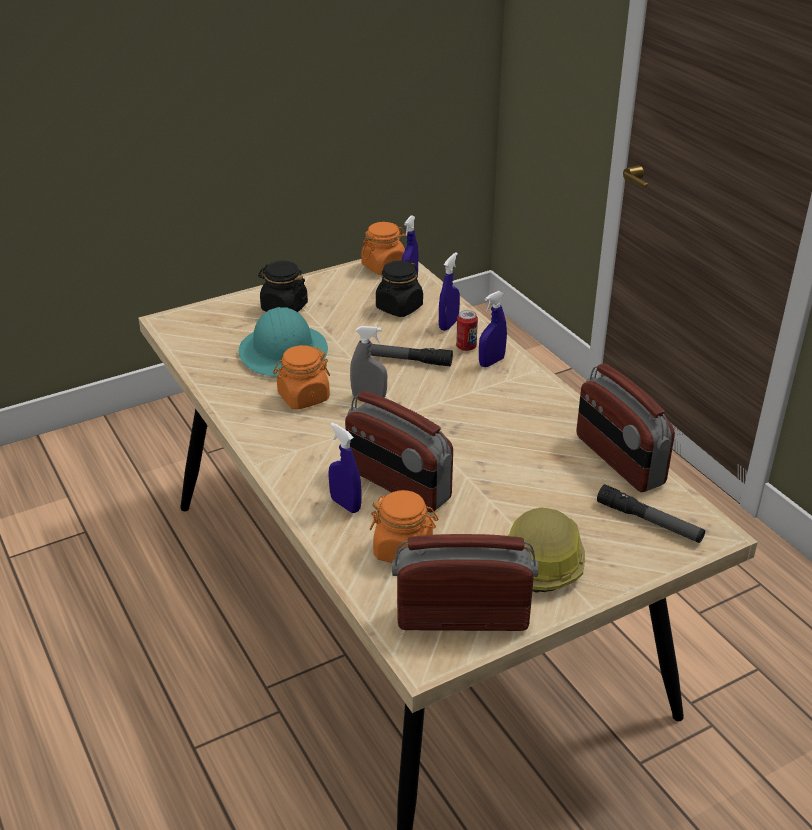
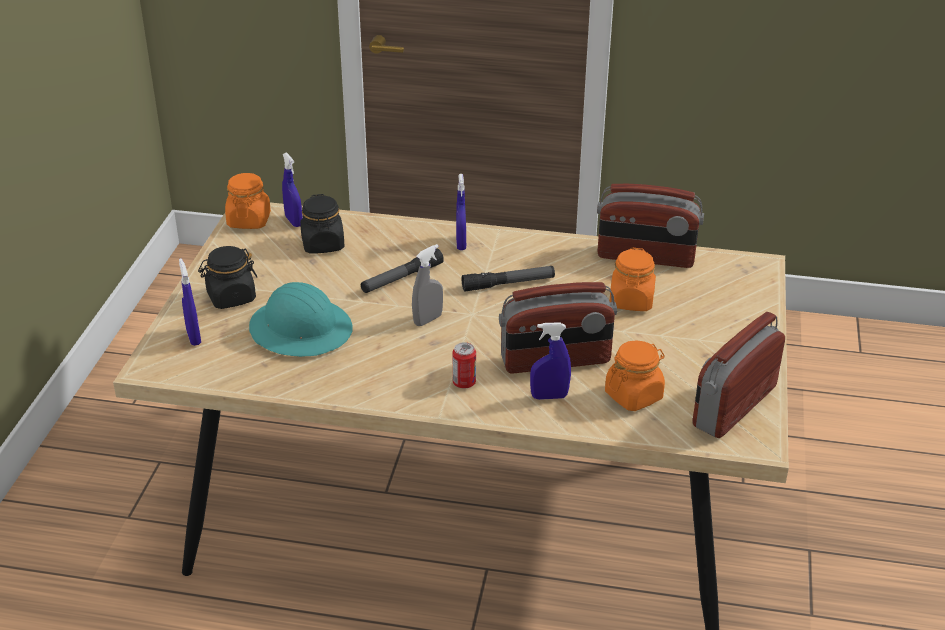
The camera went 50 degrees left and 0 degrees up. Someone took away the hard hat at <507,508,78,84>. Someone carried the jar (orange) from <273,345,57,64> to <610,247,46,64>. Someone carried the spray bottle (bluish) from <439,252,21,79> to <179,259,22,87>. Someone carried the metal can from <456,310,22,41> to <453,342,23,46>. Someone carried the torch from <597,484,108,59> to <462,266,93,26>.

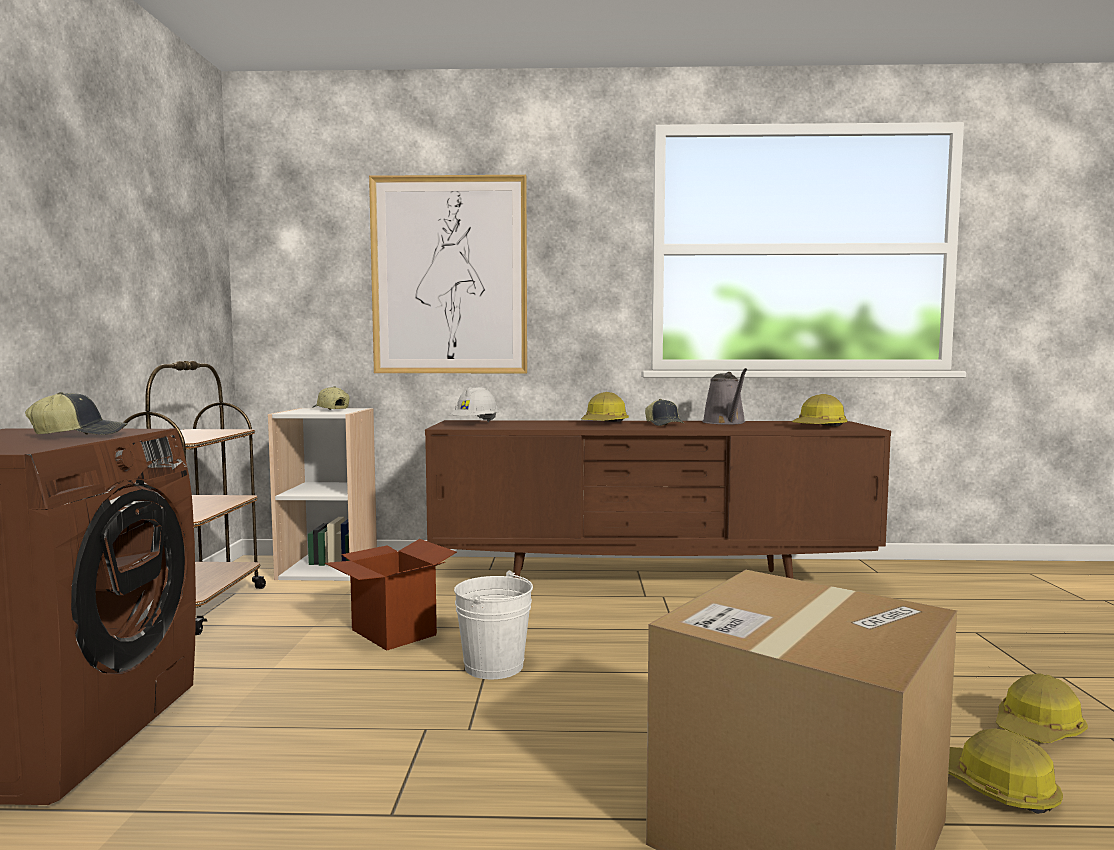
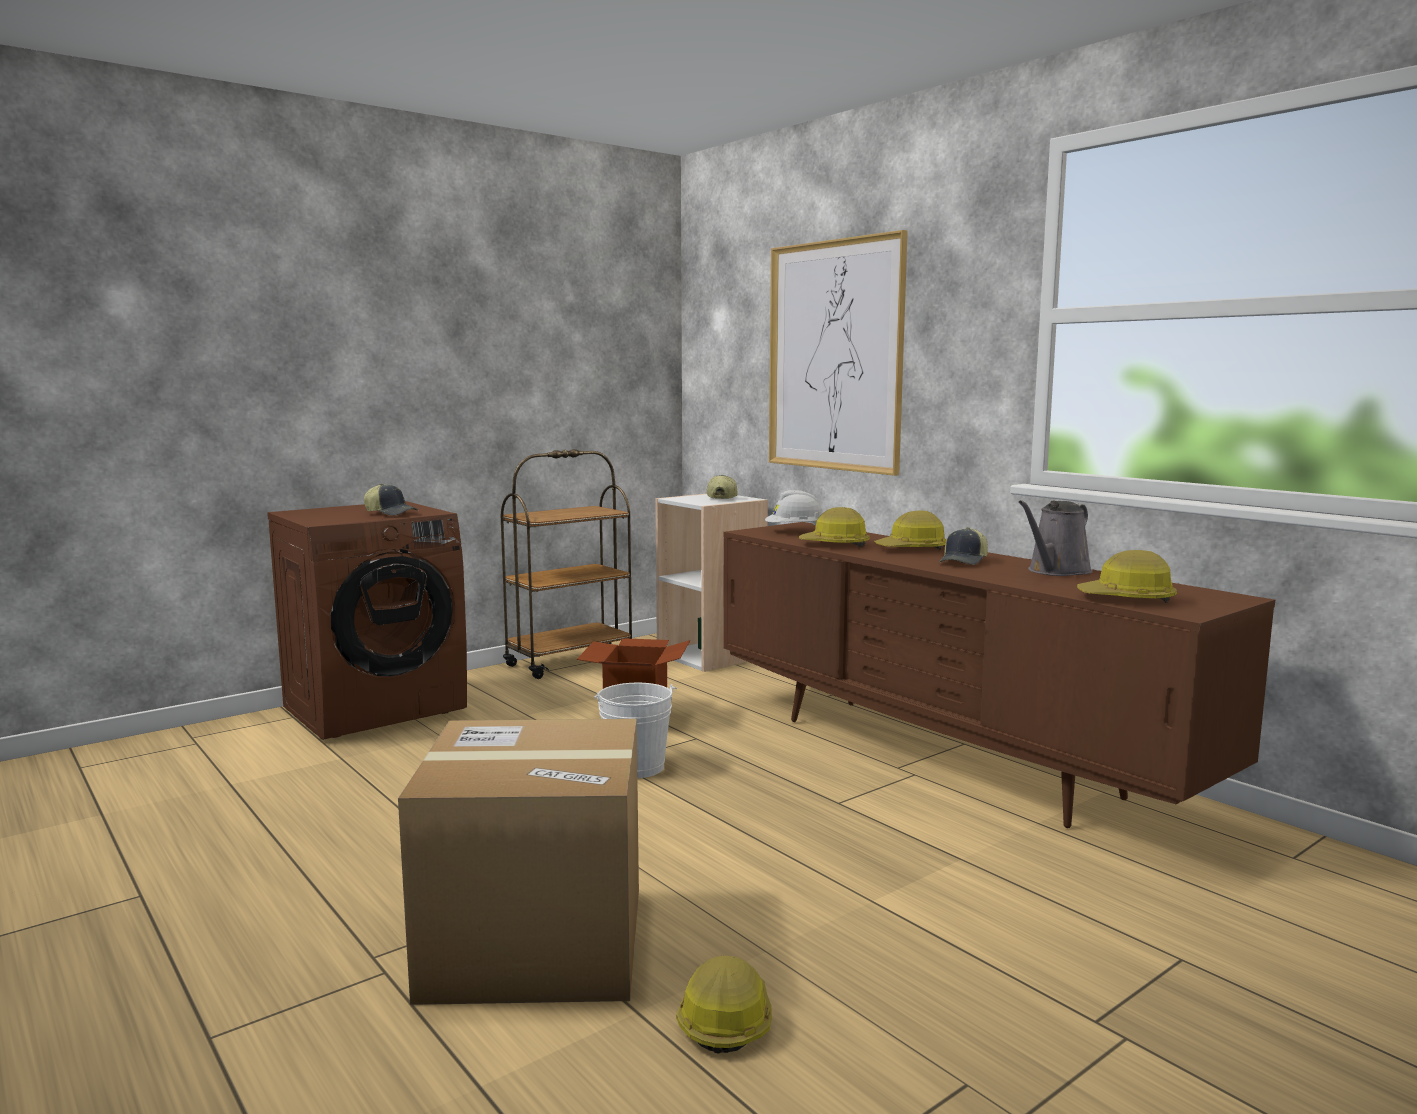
The camera went 50 degrees right and 5 degrees up. Someone carried the hard hat from <996,673,92,70> to <799,507,71,40>.

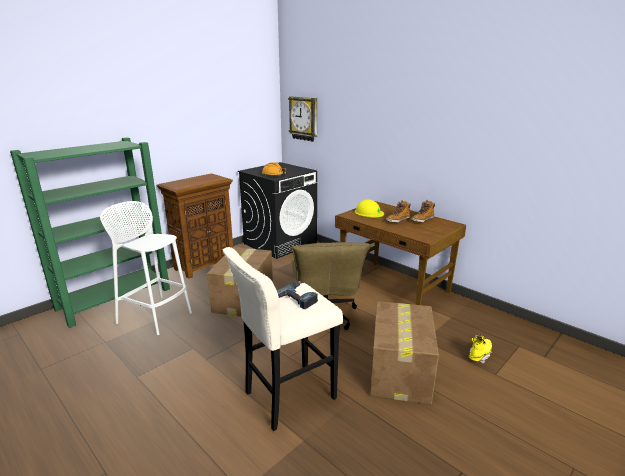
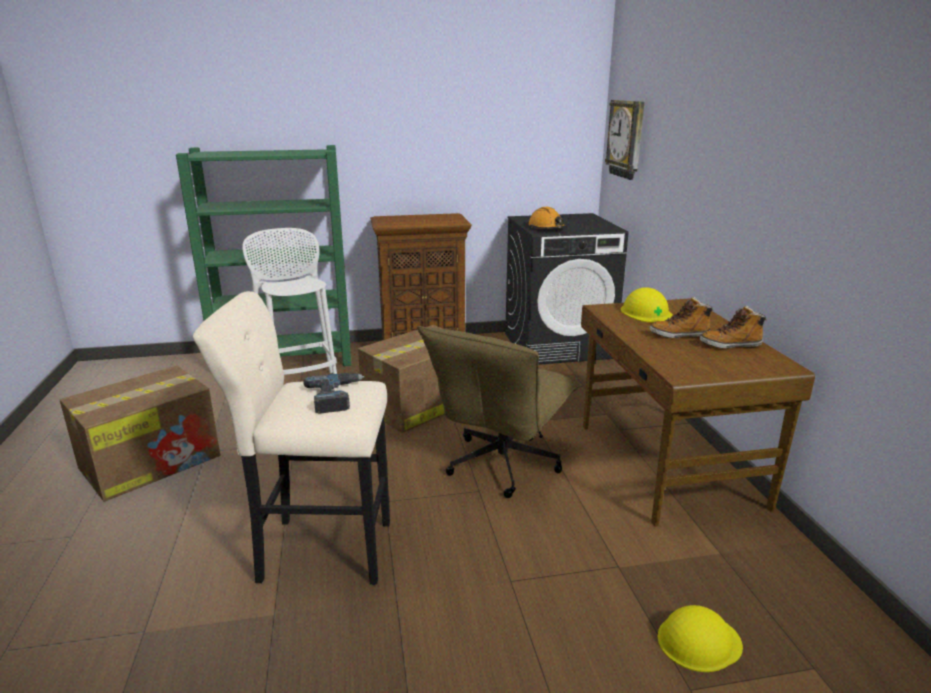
The camera went 35 degrees right and 0 degrees up. Someone carried the packing box from <370,301,69,103> to <60,366,160,136>. Someone swapped the boot (yellow-coloured) at <469,335,23,29> for the hard hat (yellow-coloured) at <657,605,86,67>.

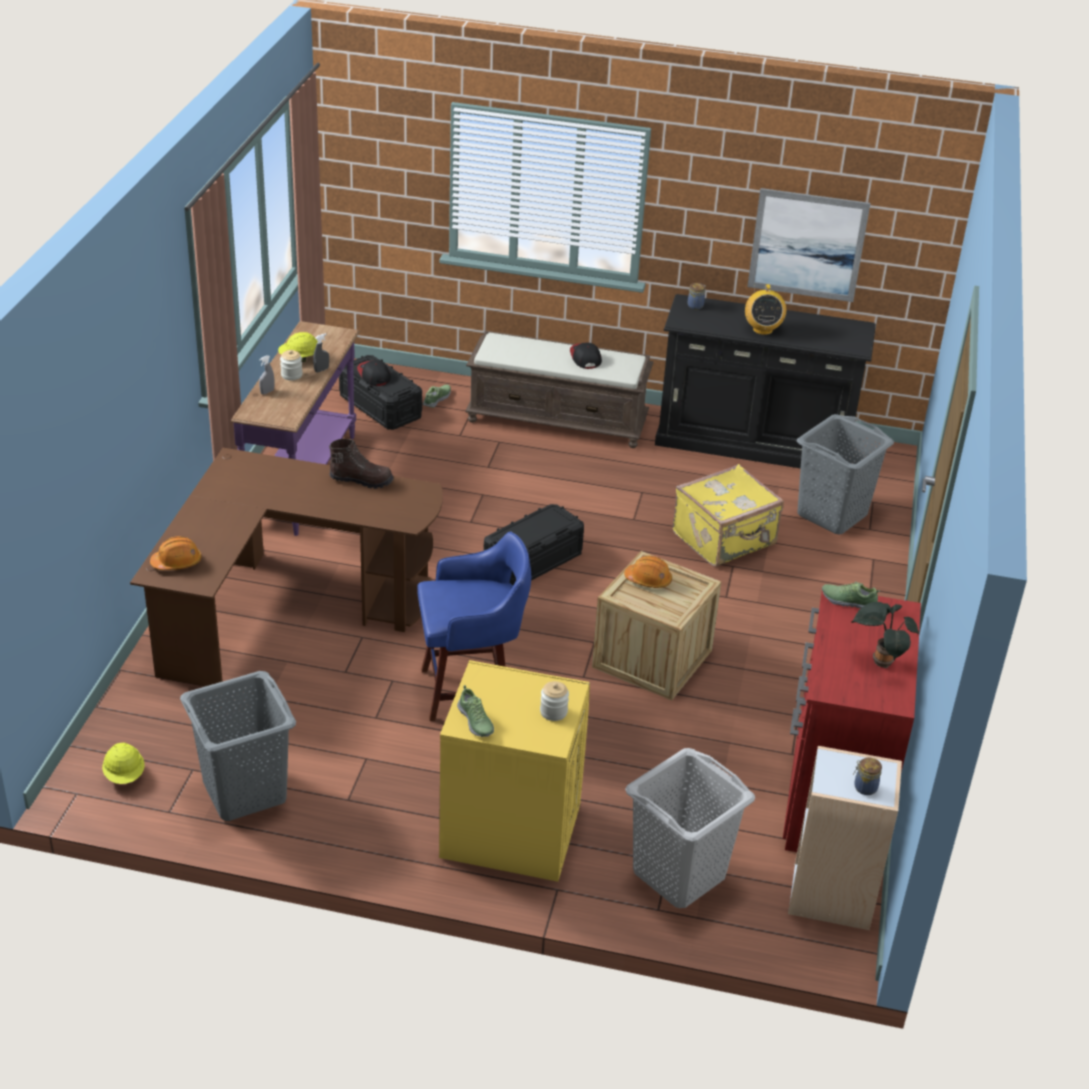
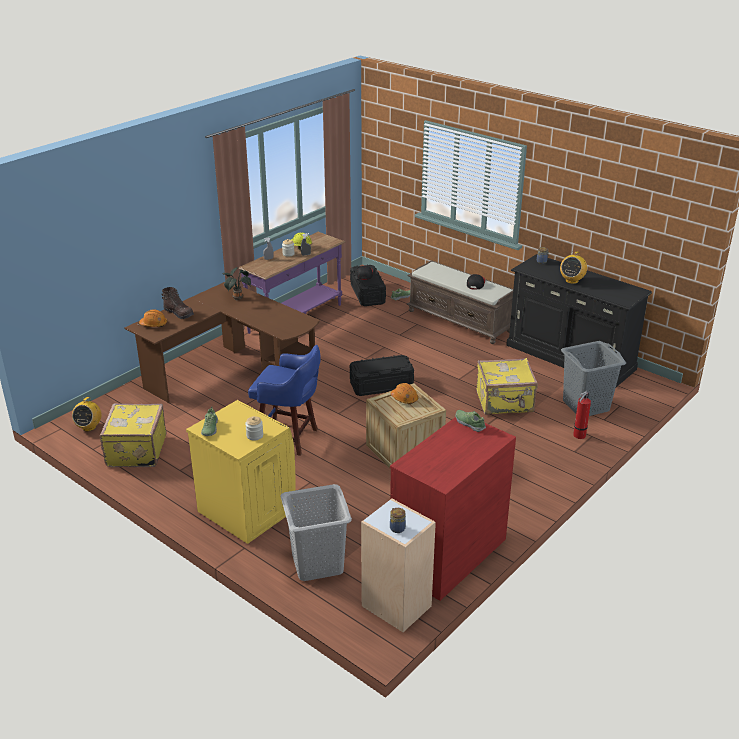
The camera went 30 degrees right and 5 degrees down. Someone took away the picture at <747,188,123,114>. Someone put down the fire extinguisher at <573,391,18,48>. Someone carried the boot (brown) from <329,439,65,50> to <162,287,32,32>. Someone carried the houseplant from <852,602,67,67> to <222,267,29,34>. Someone swapped the hard hat (yellow-coloured) at <102,743,43,41> for the radio set at <72,397,30,34>. Someone swapped the laundry basket (grey) at <180,671,116,150> for the piece of luggage (yellow-coloured) at <100,404,67,63>.

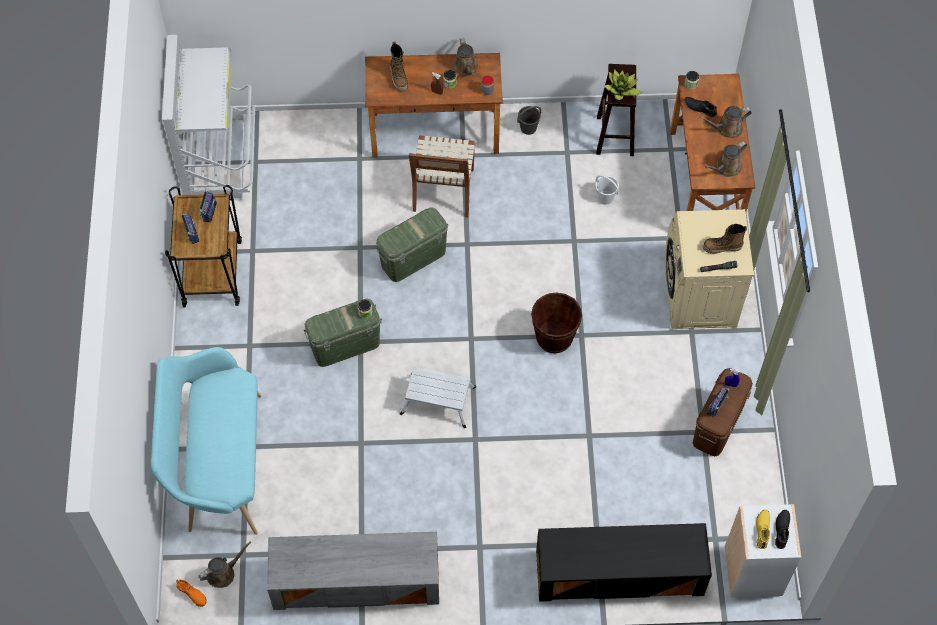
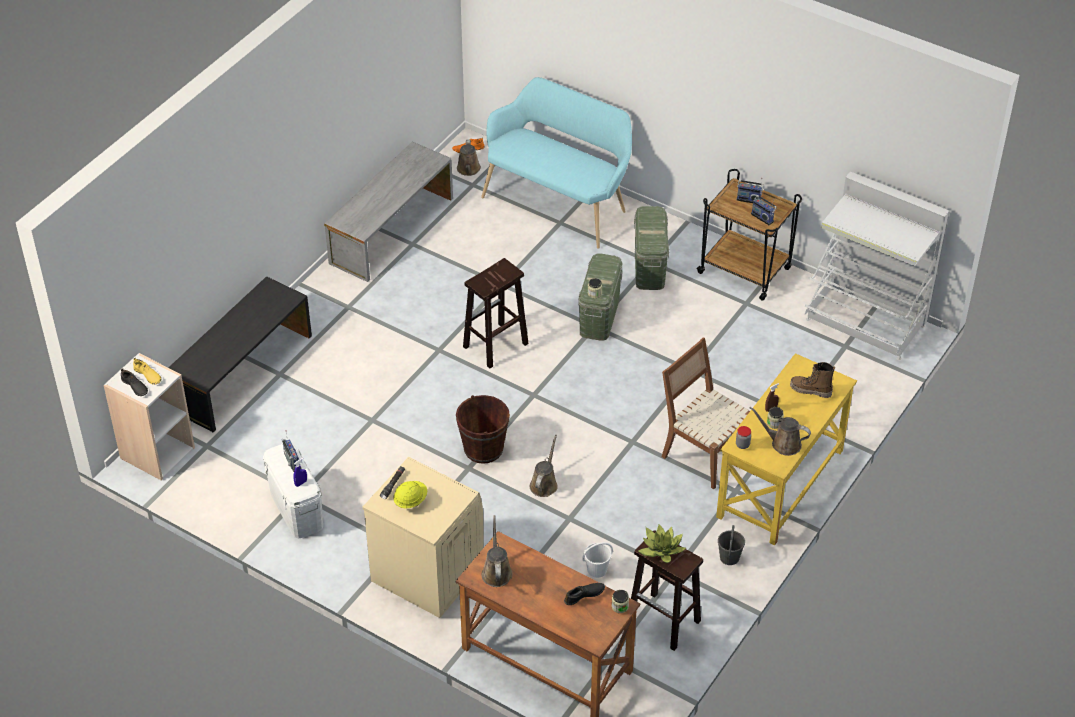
The camera went 125 degrees right and 15 degrees down. Someone carried the storage bin (green) from <376,207,73,75> to <634,206,35,84>. Someone carried the watering can (brown) from <699,106,53,32> to <530,435,28,62>. Someone swapped the stepladder (white-coloured) at <400,366,76,62> for the stool seat (brown) at <463,258,66,110>. Someone swapped the boot at <703,224,44,30> for the hard hat (yellow-coloured) at <393,481,34,27>. Someone repainted the desk table (brown) at <365,53,138,105>, which became the desk table (yellow-coloured) at <716,353,141,193>. Someone repainted the storage bin (brown) at <693,368,60,88>, which became the storage bin (white-coloured) at <263,443,60,95>.

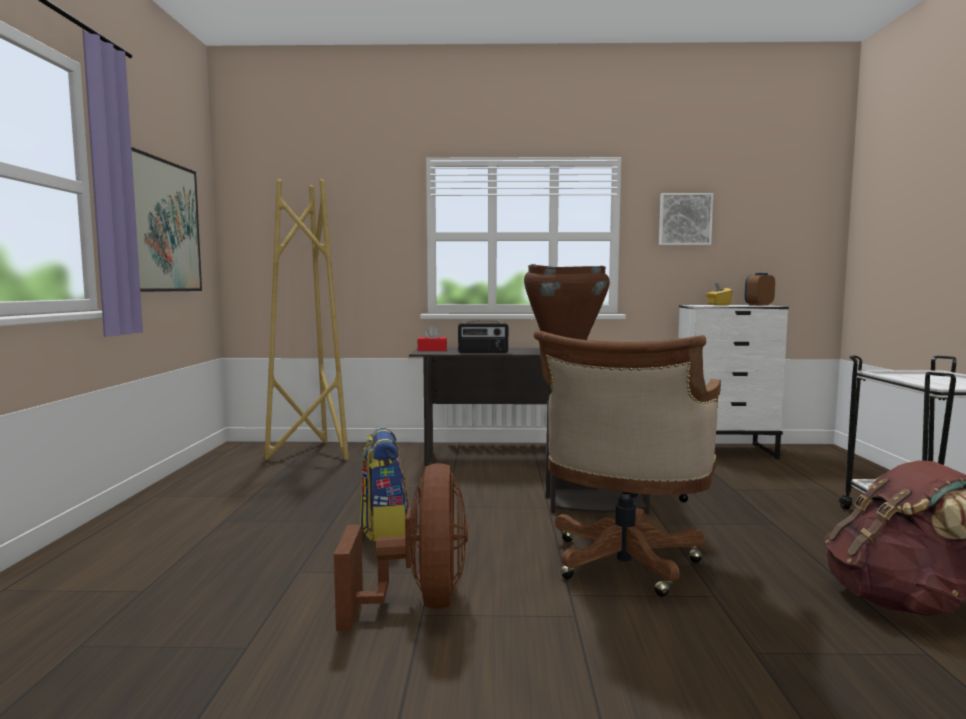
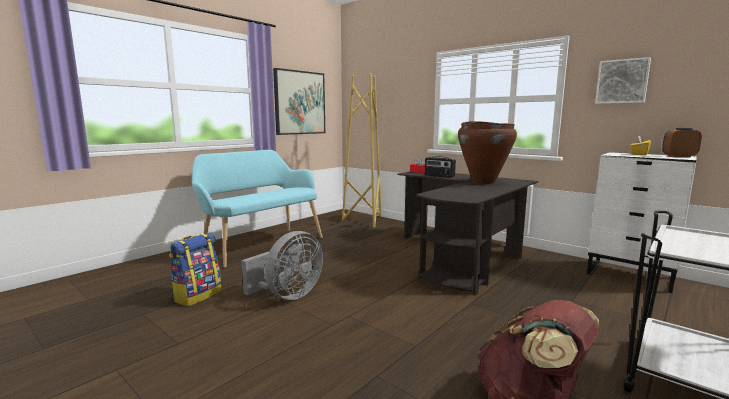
The camera went 40 degrees right and 5 degrees up. Someone took away the office chair at <534,330,187,266>. Someone put down the indoor bench (turquoise) at <192,150,131,118>. Someone carried the rucksack from <360,428,49,113> to <169,233,53,73>. Someone repainted the fan (brown) at <334,463,134,168>, which became the fan (grey) at <242,231,81,69>.

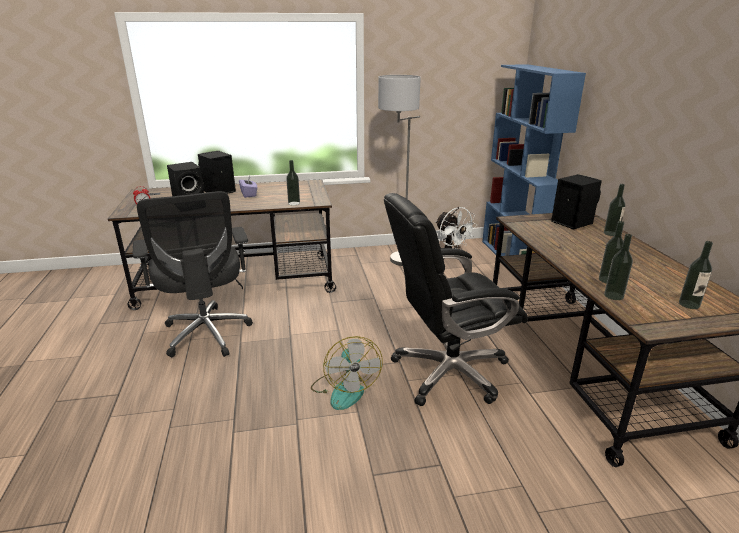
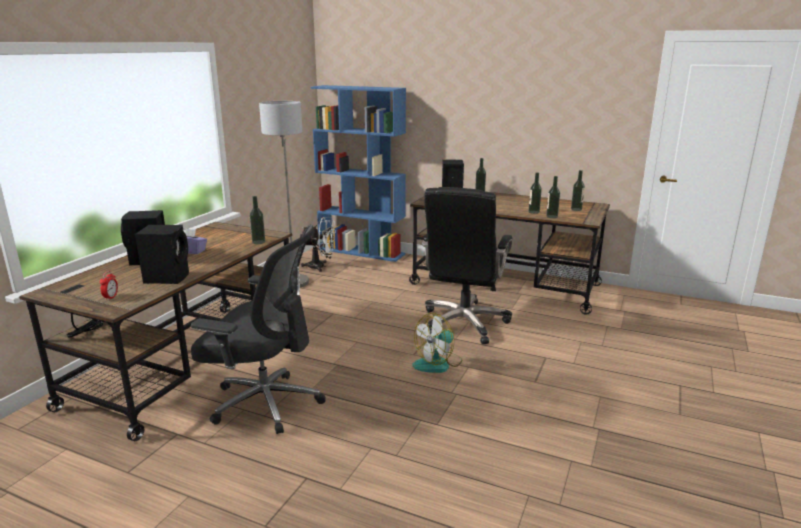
The camera went 55 degrees left and 5 degrees down. Someone rotated the fan at <311,336,72,74> by 120 degrees clockwise.

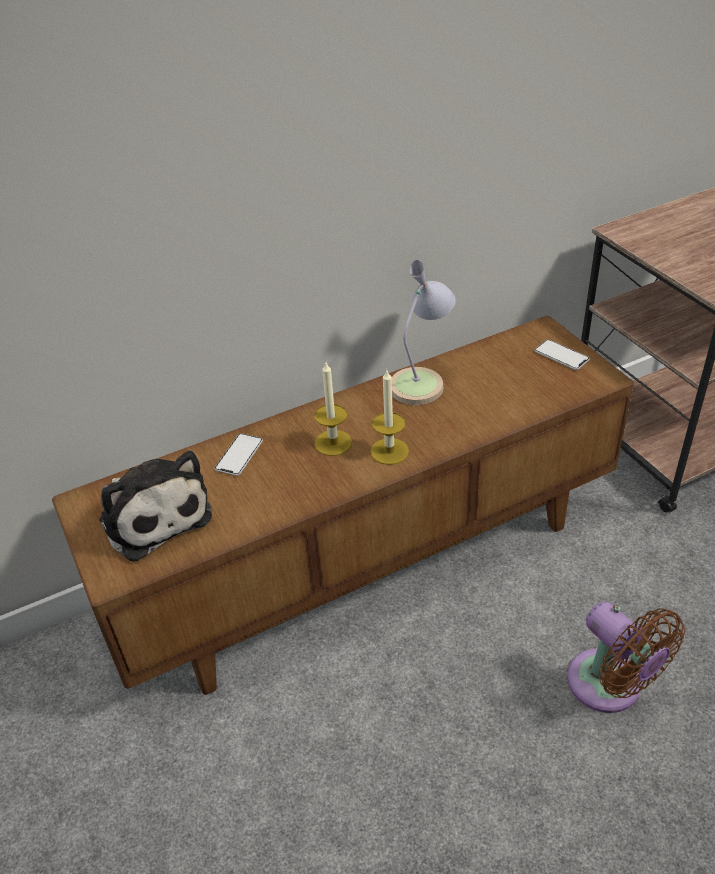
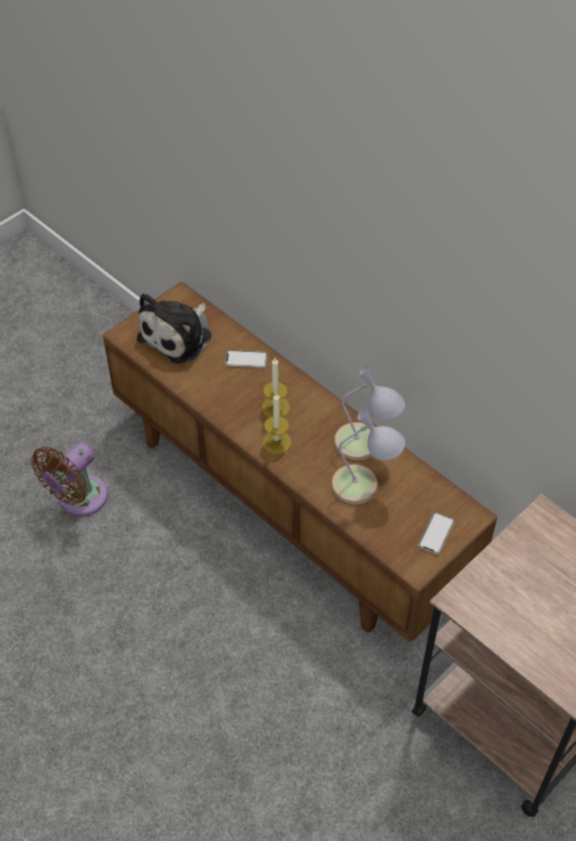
The camera went 70 degrees right and 10 degrees up. Someone put down the lamp for a table at <332,408,73,96>. Someone carried the fan (brown) from <567,602,118,111> to <31,442,77,74>.

